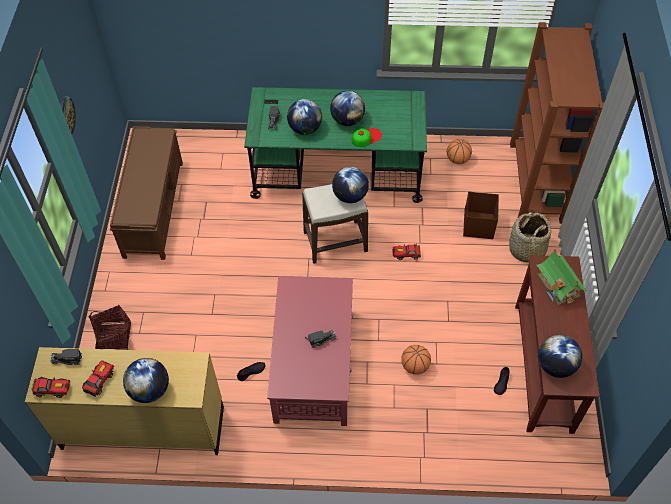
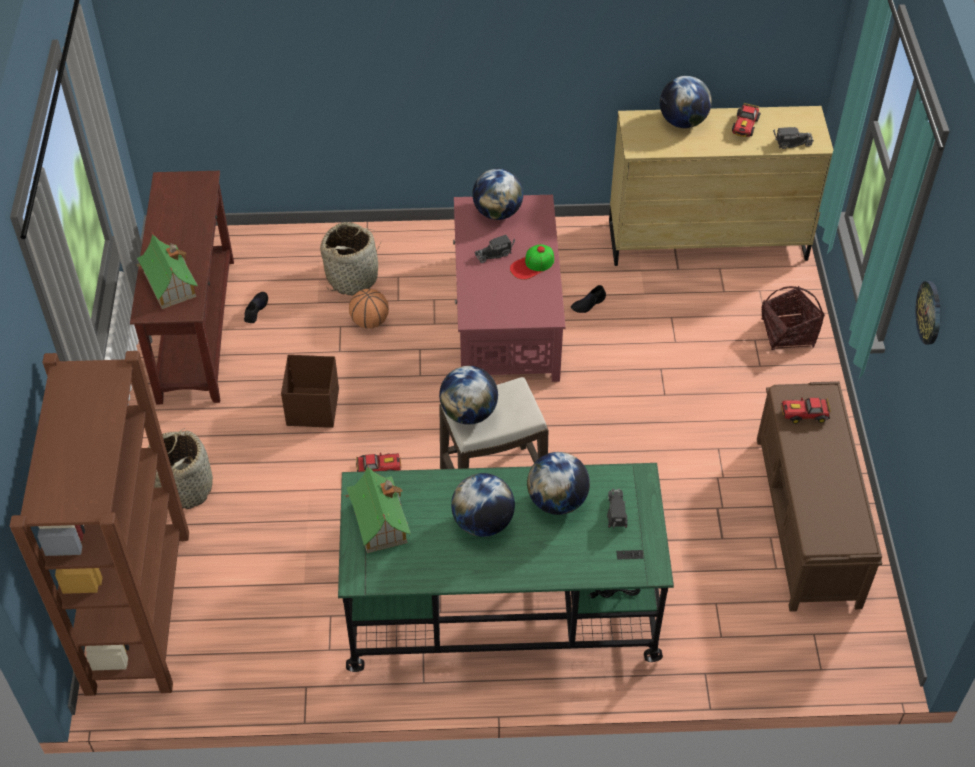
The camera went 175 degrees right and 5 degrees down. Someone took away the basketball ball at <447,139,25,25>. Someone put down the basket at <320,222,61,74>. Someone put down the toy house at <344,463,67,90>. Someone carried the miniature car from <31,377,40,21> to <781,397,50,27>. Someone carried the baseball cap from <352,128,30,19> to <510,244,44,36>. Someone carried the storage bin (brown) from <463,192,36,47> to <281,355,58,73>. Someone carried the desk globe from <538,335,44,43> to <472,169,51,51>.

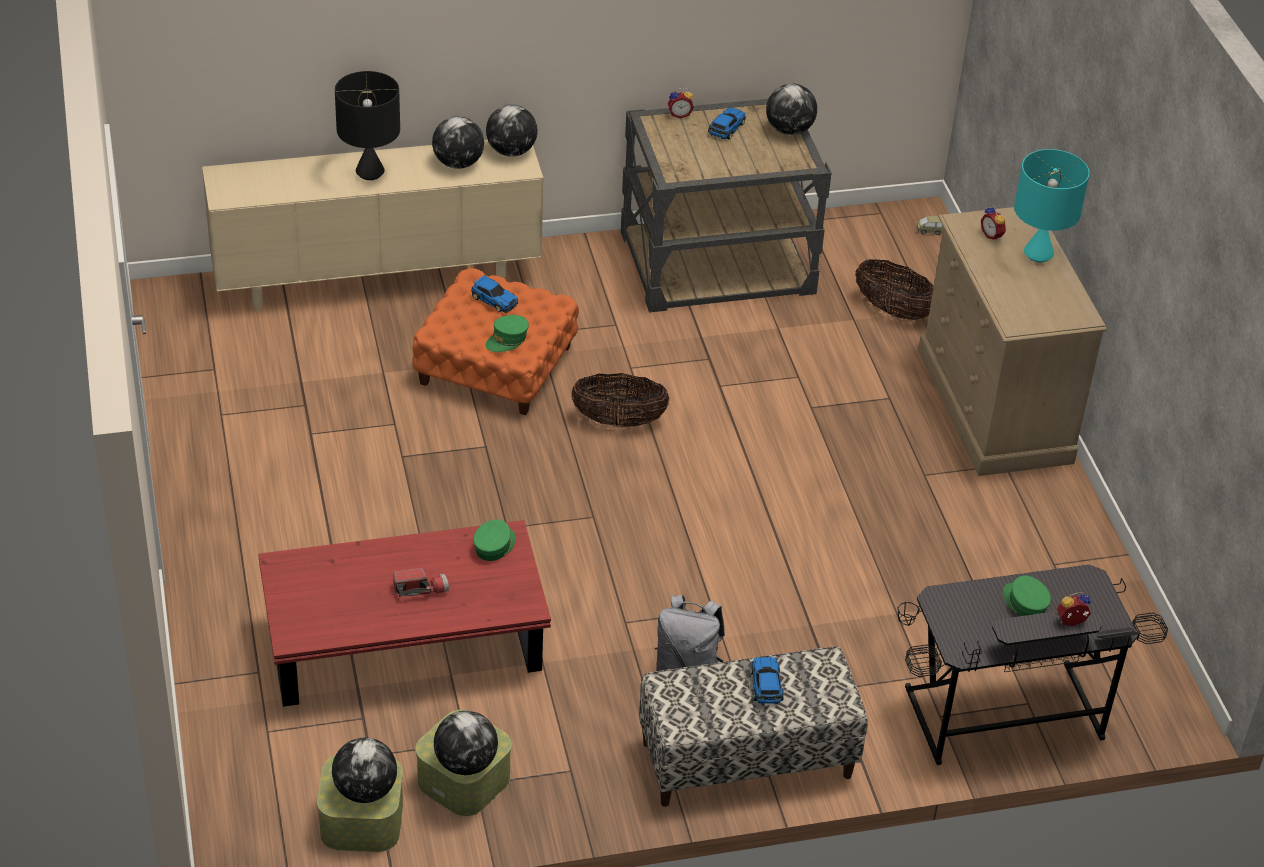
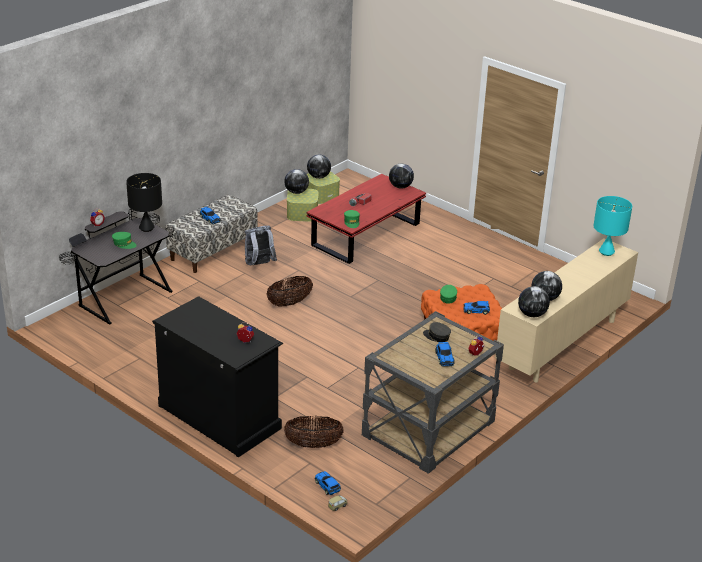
The camera went 145 degrees right and 10 degrees down. Someone put down the miniature car at <315,471,26,24>. Someone put down the baseball cap (grey) at <423,322,28,20>. Someone carried the lamp for a table (black) from <335,71,65,109> to <126,173,36,59>. Someone carried the basket from <571,373,99,54> to <266,276,47,30>. Someone carried the desk globe from <766,83,51,52> to <389,164,25,25>. Someone carried the lamp for a table (turquoise) from <1014,149,76,113> to <593,196,39,60>. Someone repainted the dresser (beige-coloured) at <918,207,188,269>, which became the dresser (black) at <152,296,131,162>.

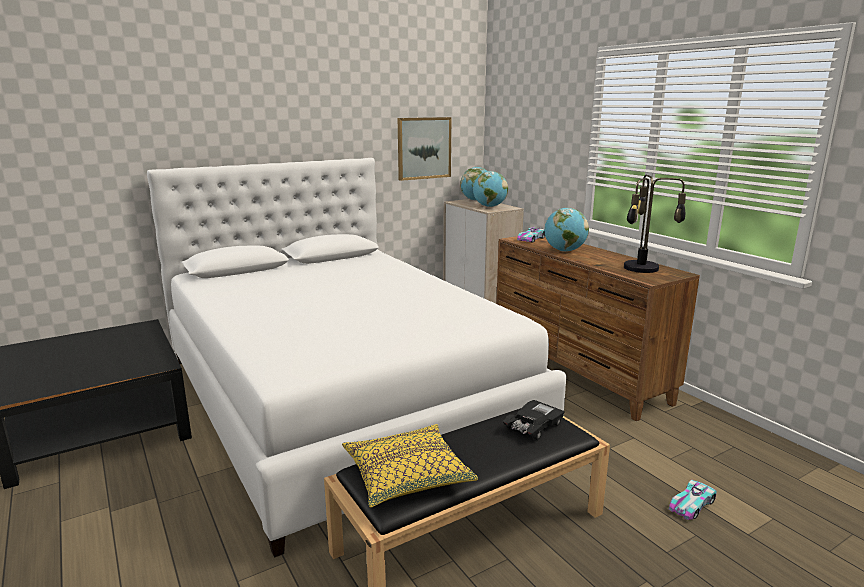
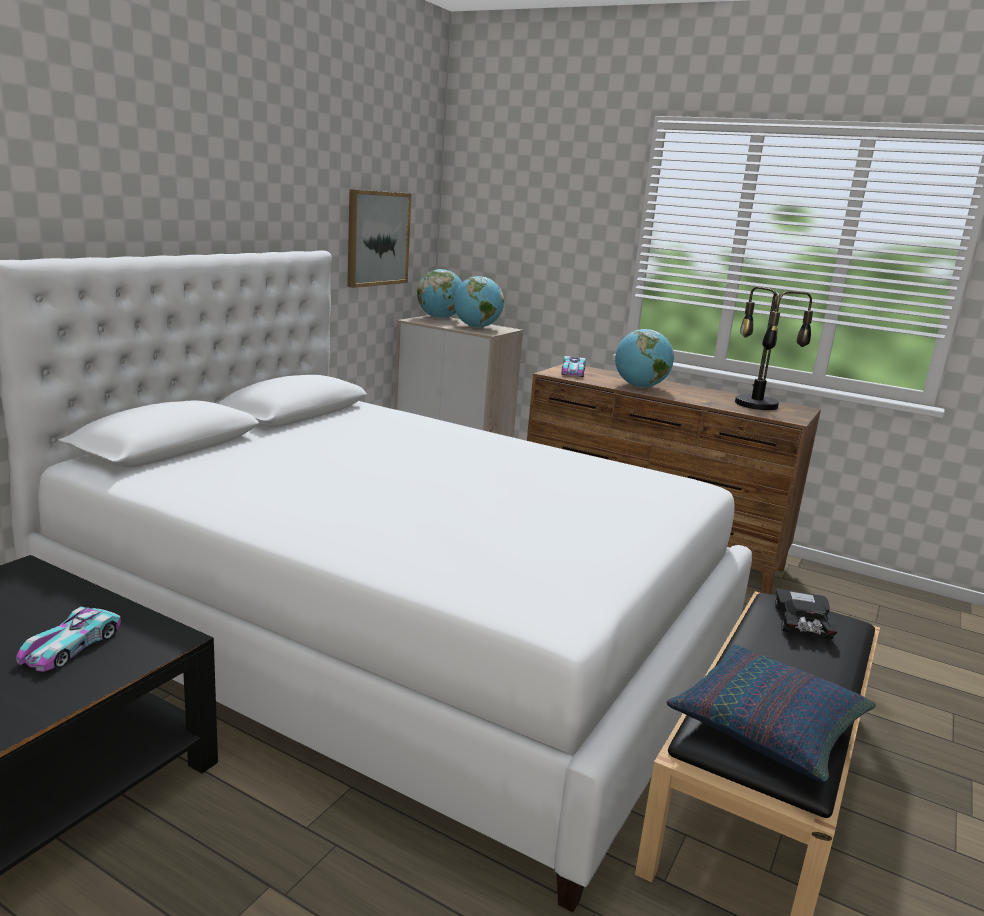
The camera went 30 degrees left and 0 degrees up. Someone carried the miniature car from <669,480,48,40> to <16,607,105,65>. Someone repainted the throw pillow (yellow-coloured) at <342,424,136,84>, which became the throw pillow (bluish) at <666,645,210,138>.

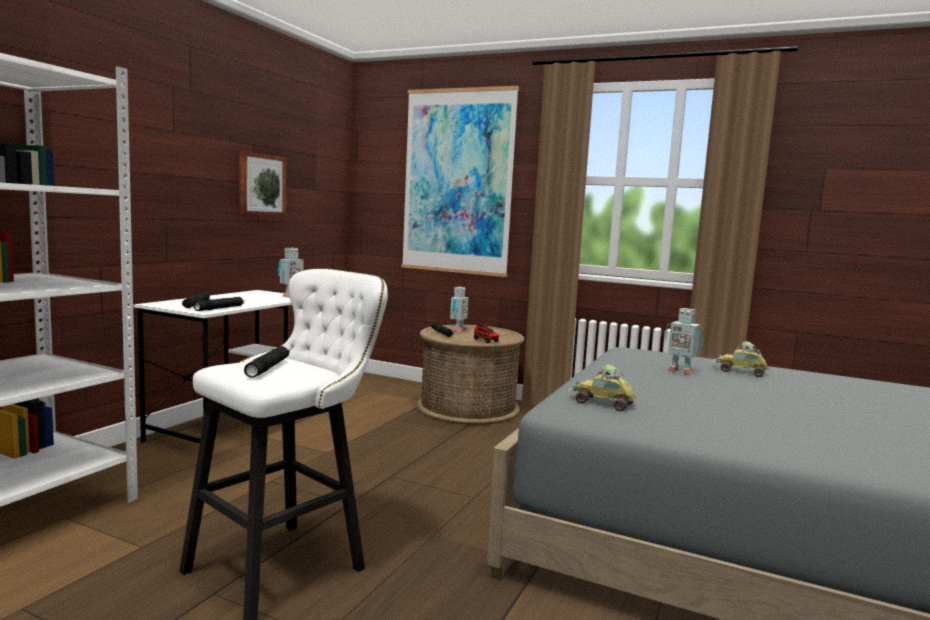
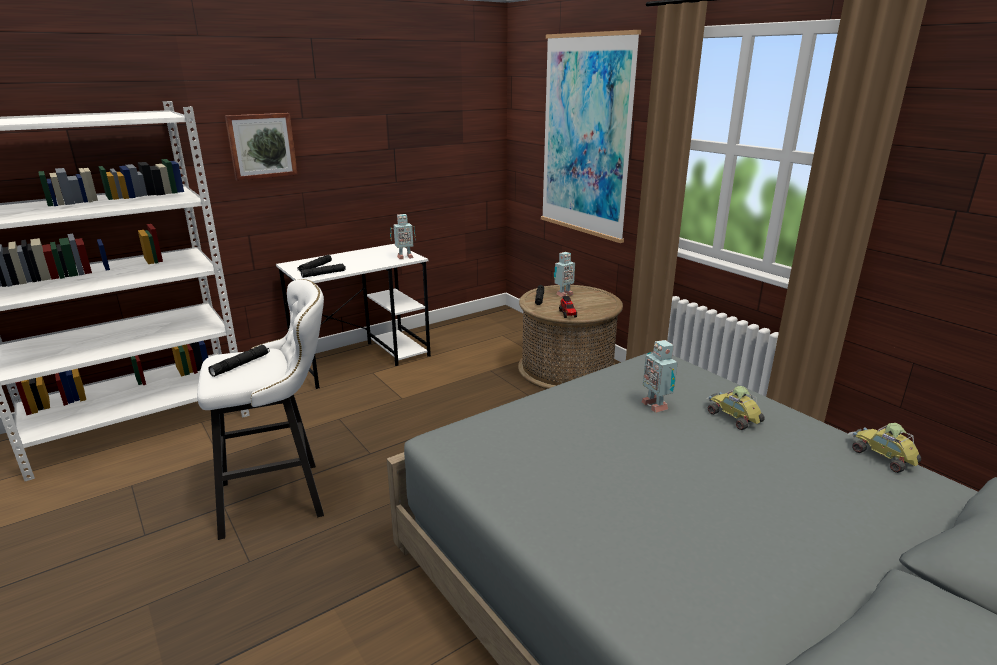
The camera went 30 degrees right and 15 degrees up. Someone carried the picture from <239,151,48,65> to <225,113,73,68>. Someone carried the miniature car from <568,365,68,46> to <848,423,73,50>.

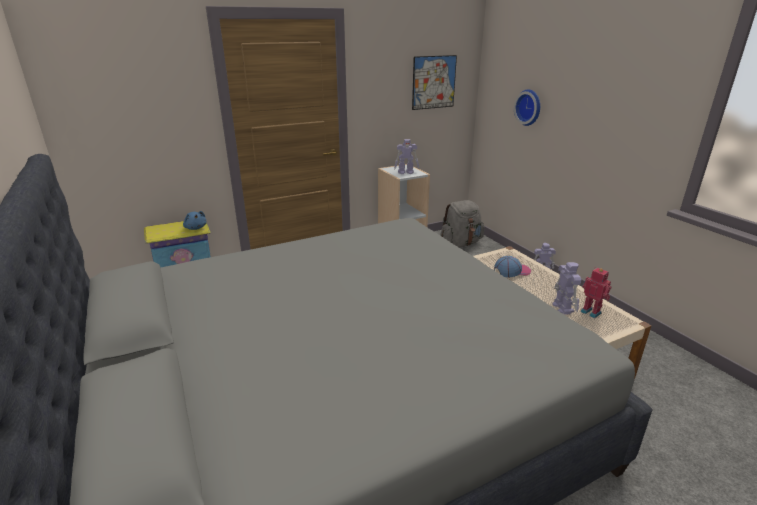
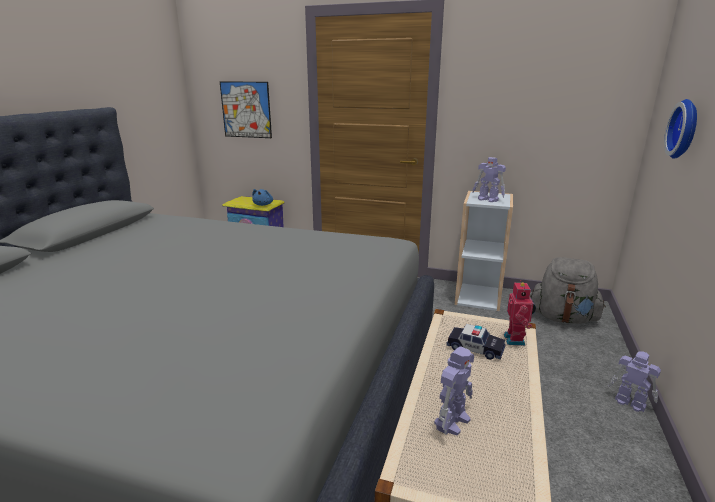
The camera went 45 degrees right and 5 degrees down. Someone carried the picture from <412,55,45,55> to <220,82,52,56>. Someone carried the model robot from <580,267,31,51> to <504,280,32,66>. Someone swapped the baseball cap at <494,256,37,22> for the miniature car at <446,324,60,36>.

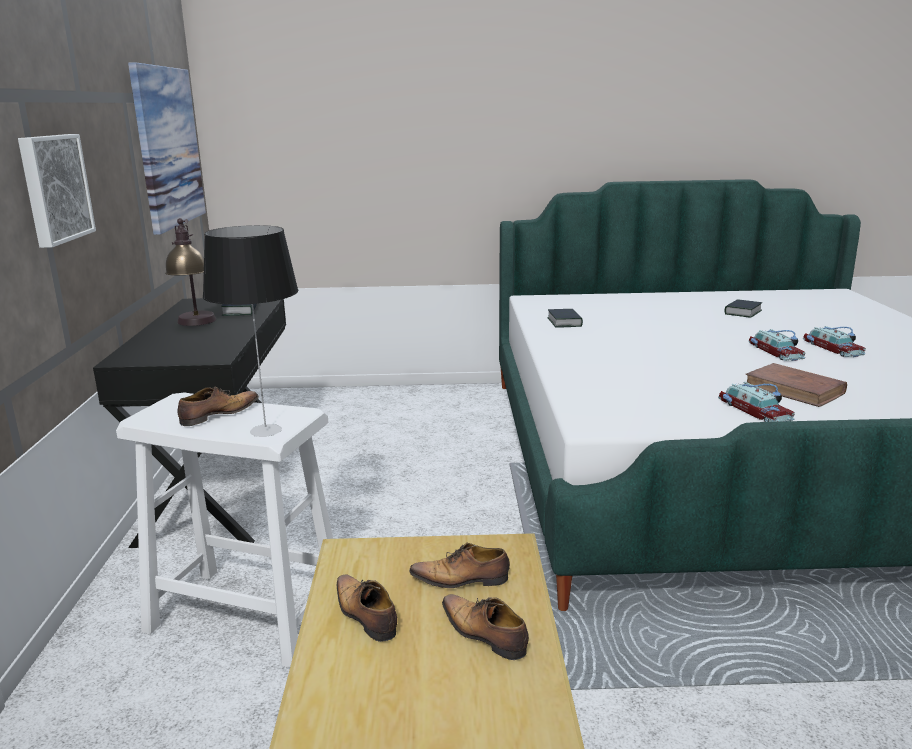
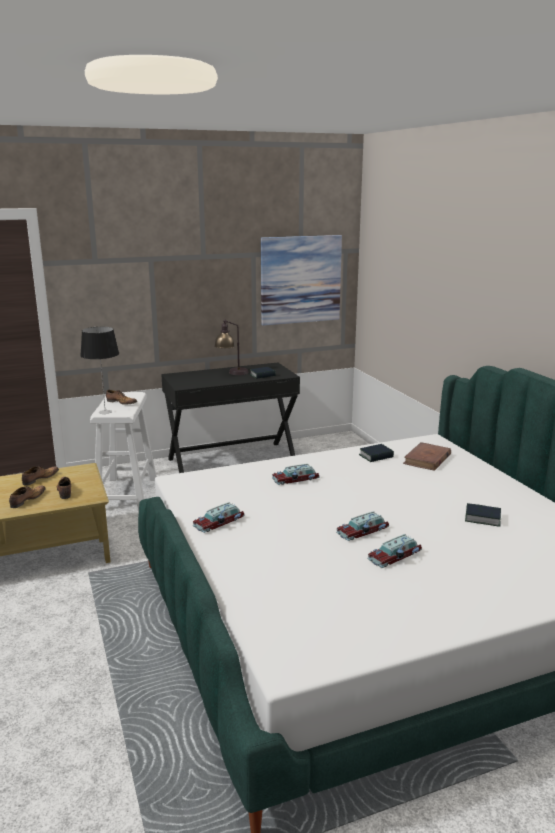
The camera went 70 degrees right and 0 degrees up. Someone took away the picture at <18,134,78,114>. Someone put down the miniature car at <272,464,47,21>. Someone carried the bound book (brown) from <745,363,102,44> to <403,442,48,29>.

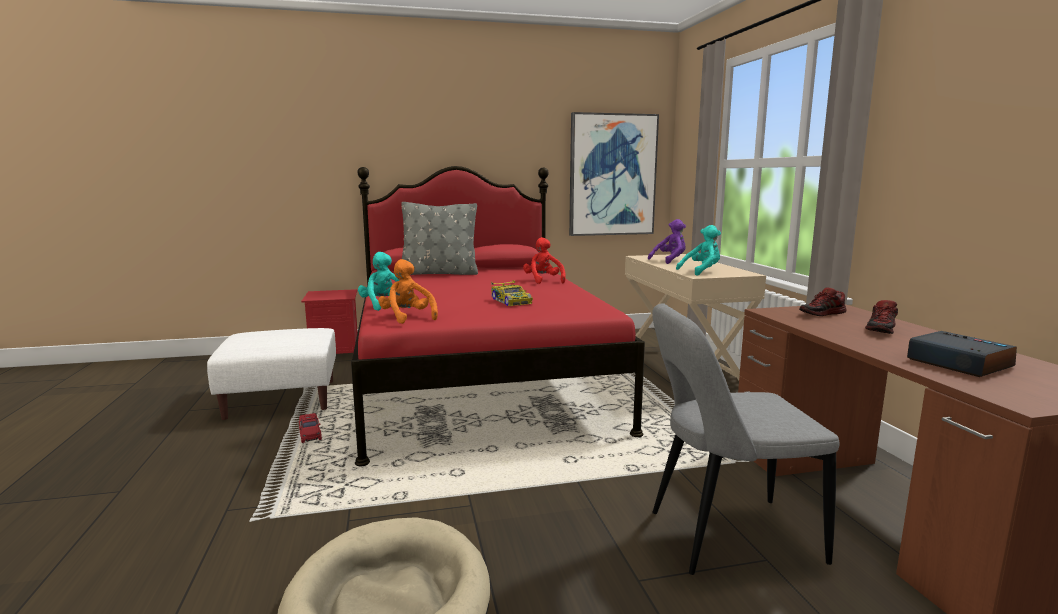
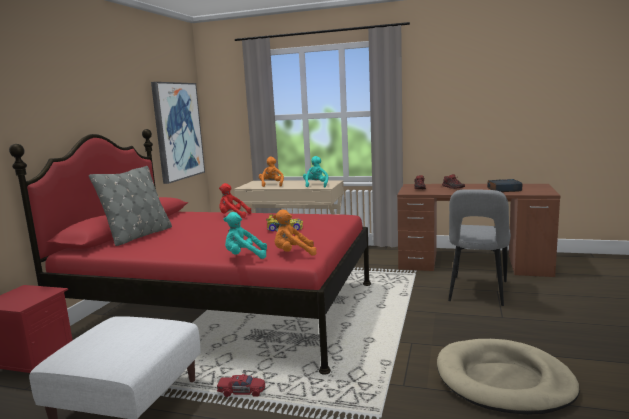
The camera went 60 degrees left and 0 degrees up. Someone repainted the cuddly toy (purple) at <648,219,38,45>, which became the cuddly toy (orange) at <259,157,25,30>.

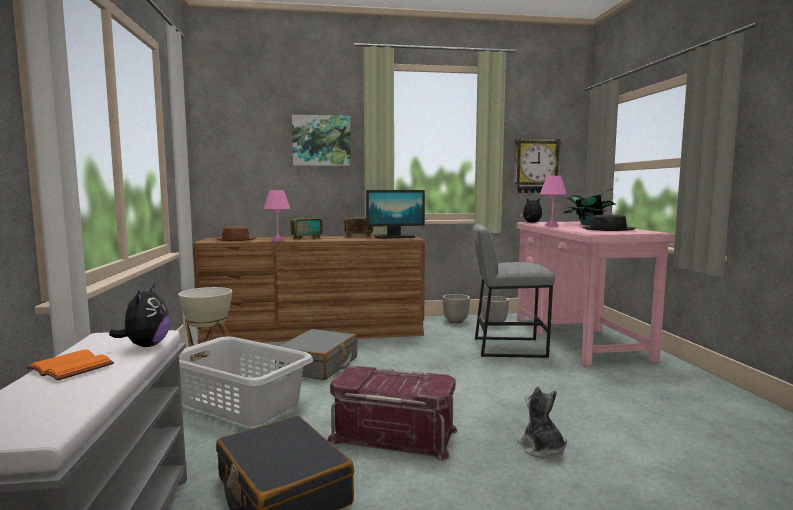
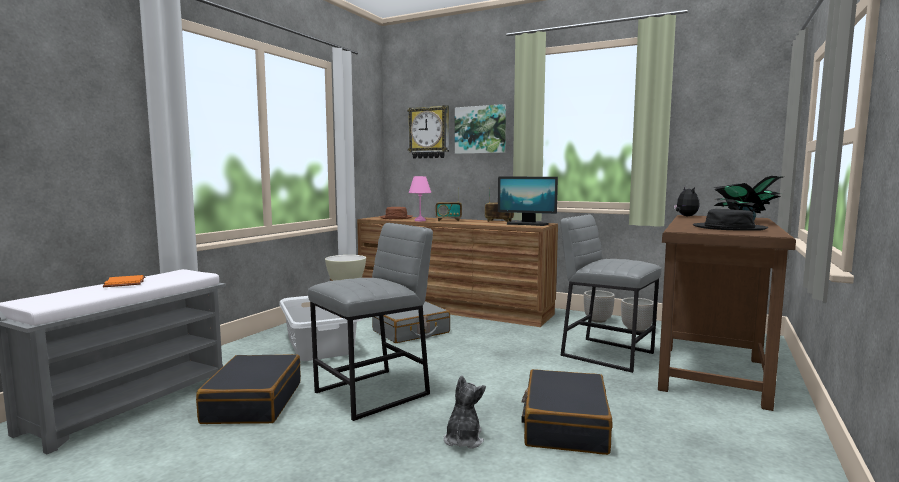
The camera went 35 degrees right and 0 degrees up. Someone took away the cuddly toy at <109,283,61,64>. Someone took away the lamp for a table (pink) at <540,176,27,50>. Someone put down the piece of luggage (black) at <521,369,92,86>. Someone carried the clock on the wall from <513,139,49,54> to <407,105,42,54>. Someone swapped the storage bin (reddish) at <327,366,131,95> for the chair (grey) at <308,223,125,198>. Someone repainted the desk table (pink) at <517,222,158,145>, which became the desk table (brown) at <658,215,138,196>.

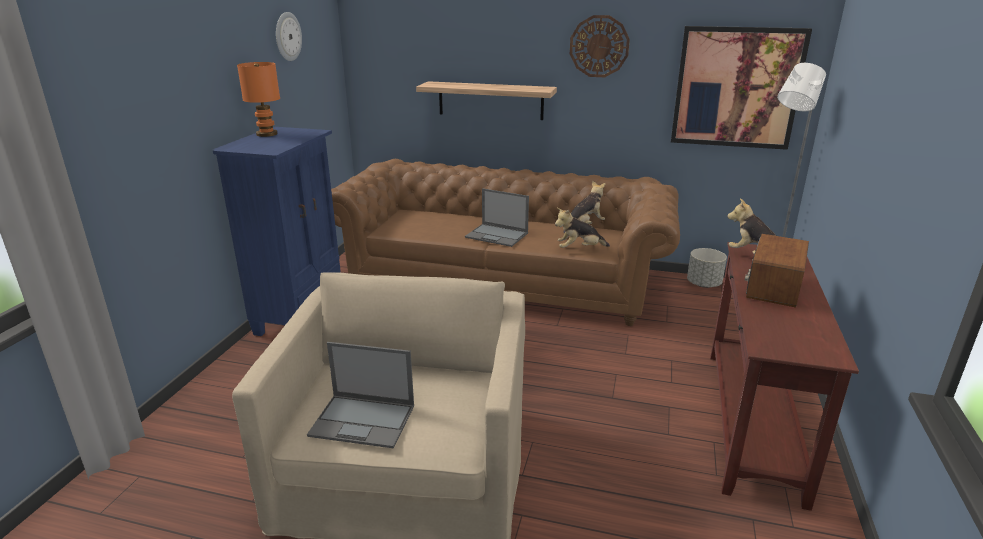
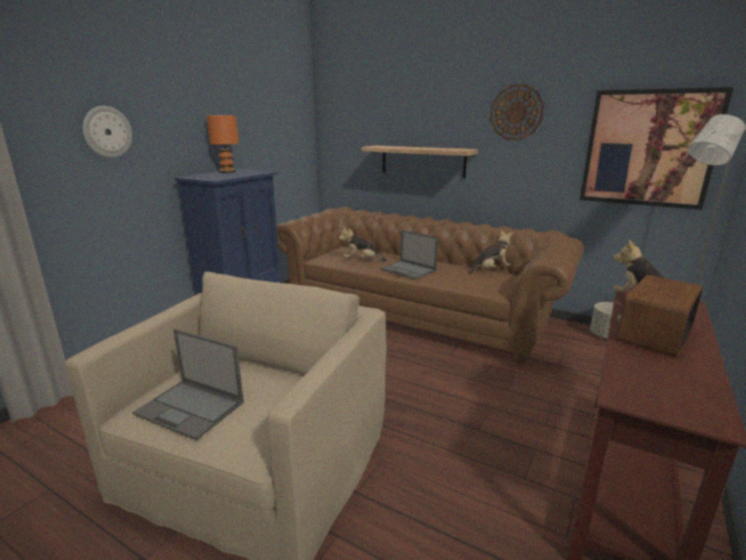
The camera went 15 degrees right and 5 degrees down. Someone carried the clock on the wall from <276,12,26,49> to <83,106,50,52>. Someone carried the cuddly toy from <555,208,55,40> to <339,226,48,35>.

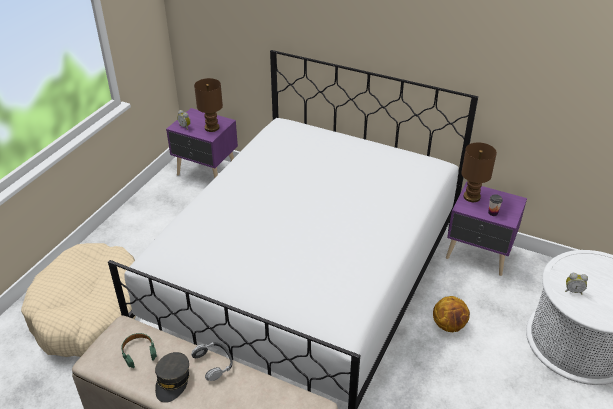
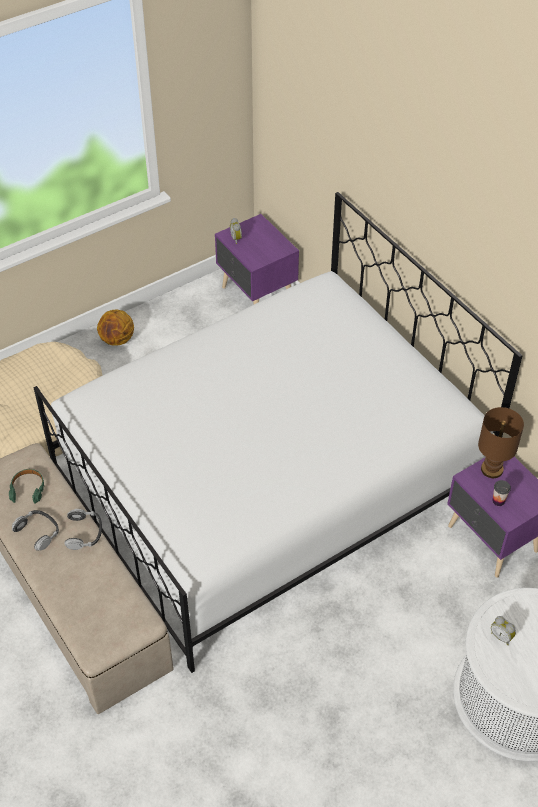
The camera went 30 degrees right and 10 degrees up. Someone took away the lamp for a table (brown) at <194,78,29,54>. Someone carried the basketball ball from <433,296,37,36> to <97,310,37,36>. Someone swapped the baseball cap (grey) at <155,352,35,51> for the pair of headphones at <12,510,47,41>.

